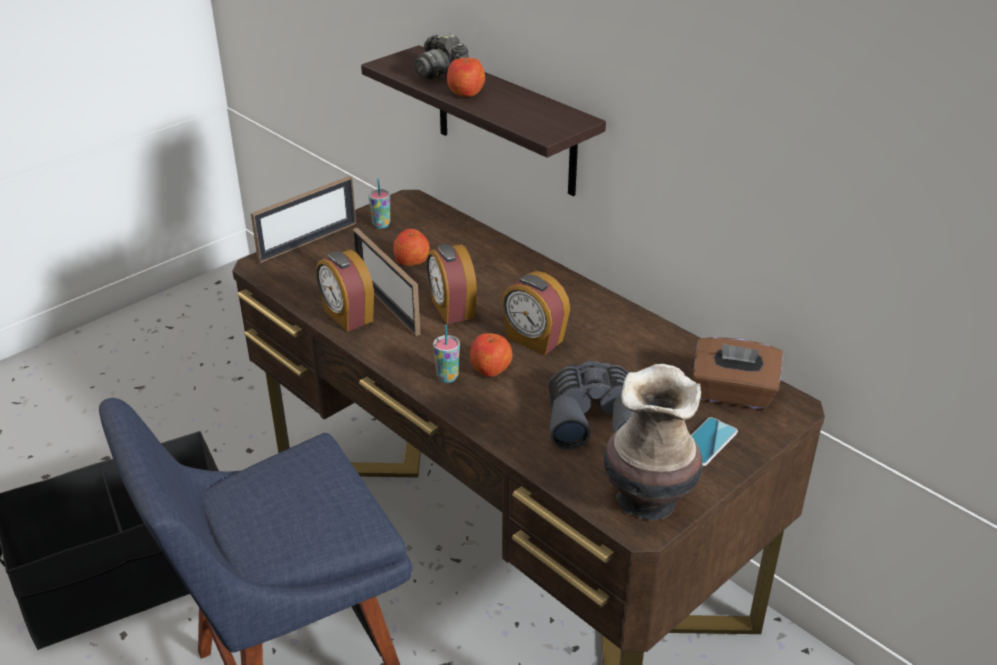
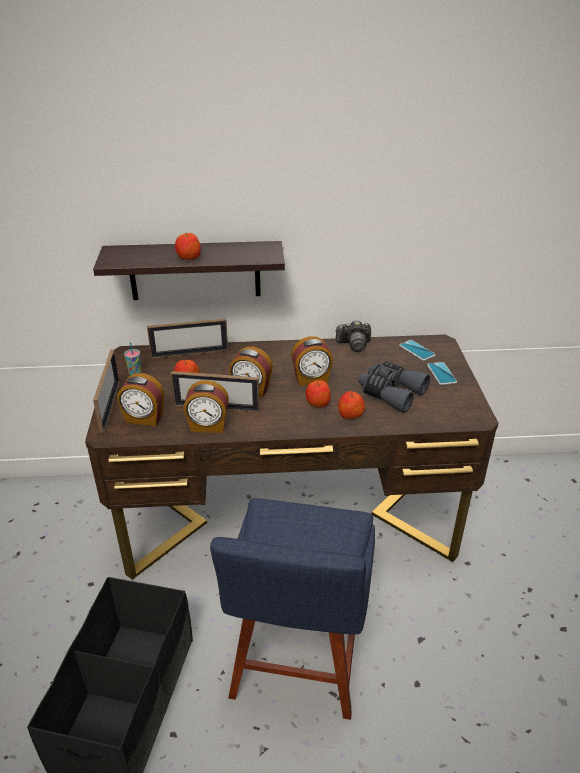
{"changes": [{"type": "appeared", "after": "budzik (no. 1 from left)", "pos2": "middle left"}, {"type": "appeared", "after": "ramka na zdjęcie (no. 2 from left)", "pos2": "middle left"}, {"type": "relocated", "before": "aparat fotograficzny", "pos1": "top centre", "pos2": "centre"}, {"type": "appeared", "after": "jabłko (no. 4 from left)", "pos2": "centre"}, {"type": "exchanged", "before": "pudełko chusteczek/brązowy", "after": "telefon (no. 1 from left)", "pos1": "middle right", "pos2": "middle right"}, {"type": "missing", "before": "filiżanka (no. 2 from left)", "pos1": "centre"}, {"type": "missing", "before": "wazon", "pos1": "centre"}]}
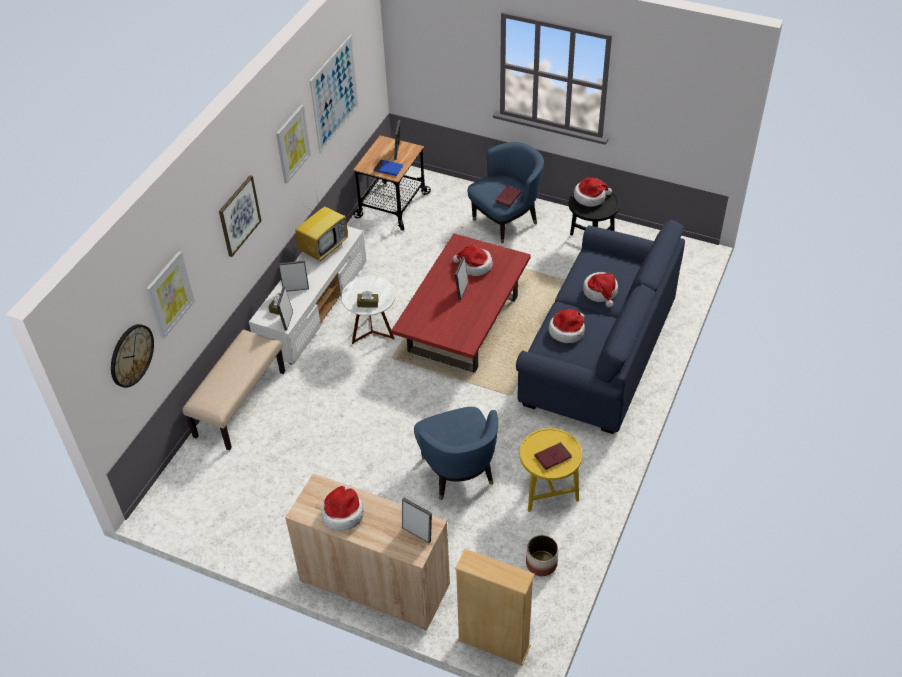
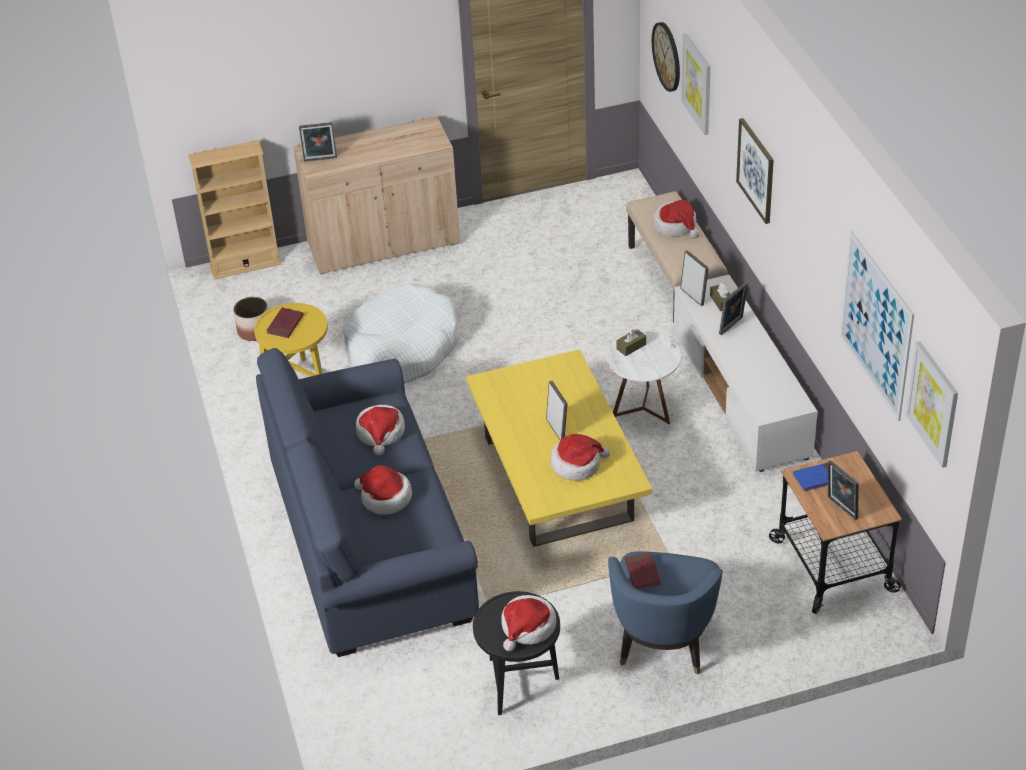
{"changes": [{"type": "exchanged", "before": "fotel/niebieski (no. 1 from left)", "after": "legowisko/biały", "pos1": "bottom centre", "pos2": "centre"}, {"type": "colour", "before": "ława/czerwony", "after": "ława/żółty", "pos1": "centre", "pos2": "centre"}, {"type": "relocated", "before": "kapelusz (no. 1 from left in the first image)", "after": "kapelusz (no. 5 from left)", "pos1": "bottom centre", "pos2": "top centre"}, {"type": "relocated", "before": "obraz (no. 3 from left in the first image)", "after": "obraz (no. 4 from left)", "pos1": "top left", "pos2": "middle right"}, {"type": "missing", "before": "telewizor", "pos1": "centre"}]}
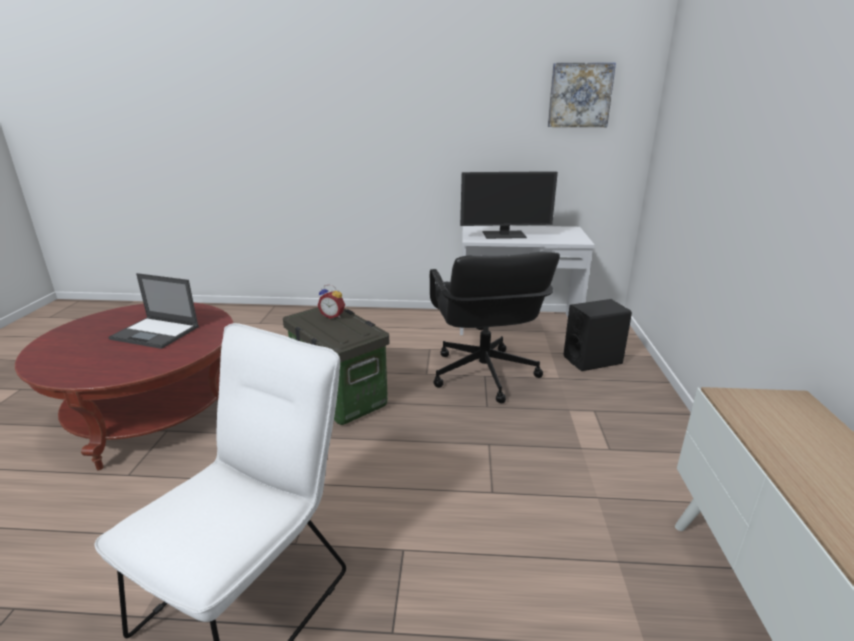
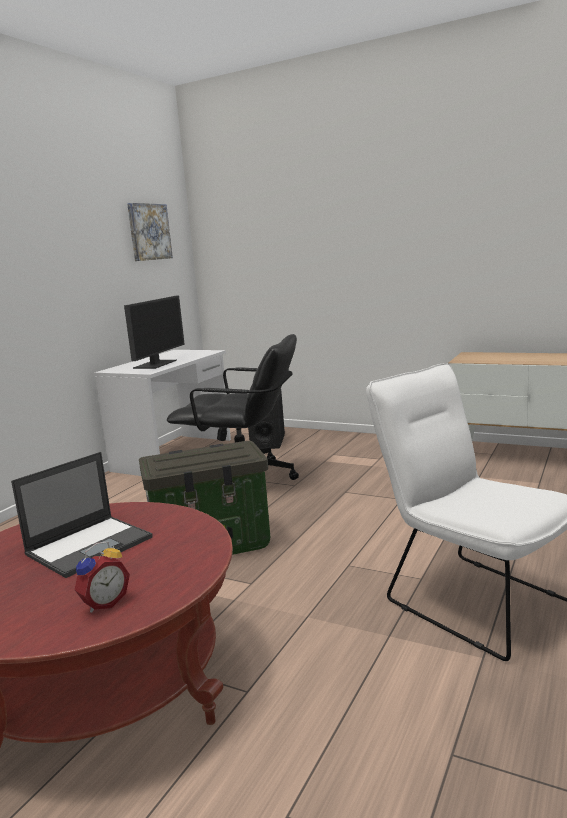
{"changes": [{"type": "relocated", "before": "budzik", "pos1": "centre", "pos2": "bottom left"}]}
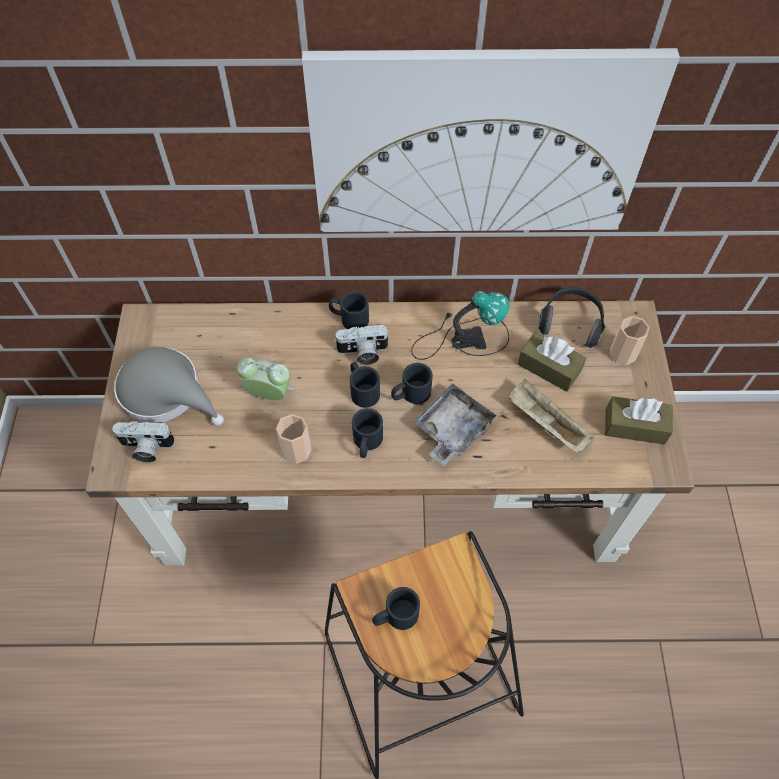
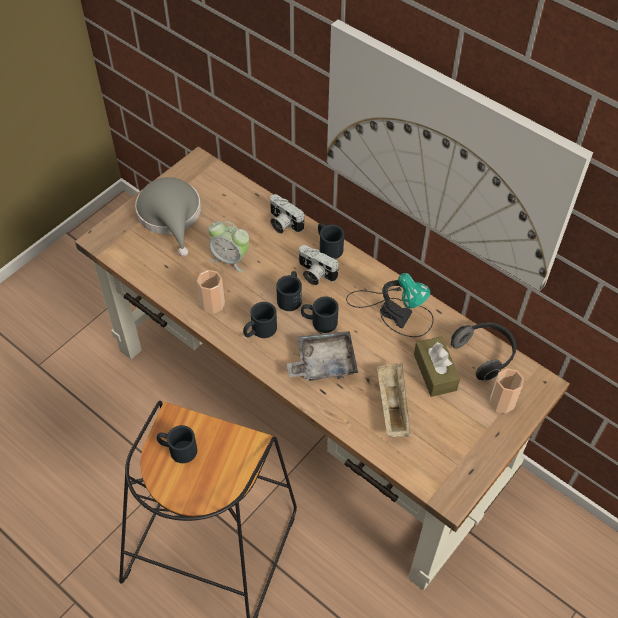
{"changes": [{"type": "spun", "before": "budzik", "pos1": "centre", "pos2": "centre", "turn": 150}, {"type": "relocated", "before": "aparat fotograficzny (no. 1 from left)", "pos1": "middle left", "pos2": "centre"}, {"type": "missing", "before": "pudełko chusteczek/brązowy (no. 2 from left)", "pos1": "middle right"}]}
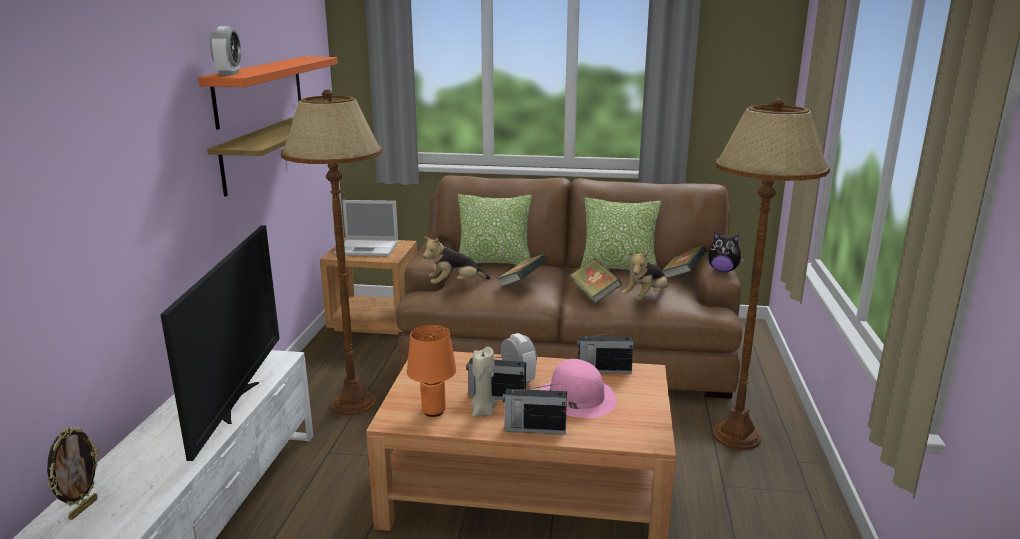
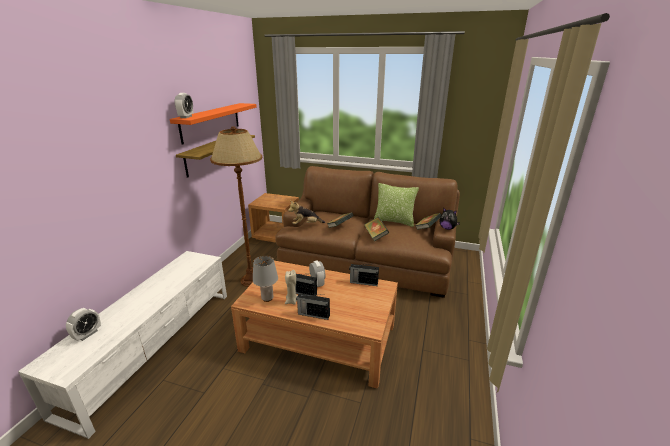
{"changes": [{"type": "exchanged", "before": "ramka na zdjęcie", "after": "budzik (no. 1 from left)", "pos1": "bottom left", "pos2": "bottom left"}, {"type": "colour", "before": "lampa stołowa/pomarańczowy", "after": "lampa stołowa/szary", "pos1": "bottom centre", "pos2": "centre"}, {"type": "missing", "before": "telewizor", "pos1": "middle left"}, {"type": "missing", "before": "laptop", "pos1": "centre"}, {"type": "missing", "before": "poduszka (no. 1 from left)", "pos1": "centre"}, {"type": "missing", "before": "kapelusz/różowy", "pos1": "bottom centre"}, {"type": "missing", "before": "pluszak (no. 2 from left)", "pos1": "centre"}, {"type": "missing", "before": "lampa stojąca/brązowy (no. 2 from left)", "pos1": "middle right"}]}
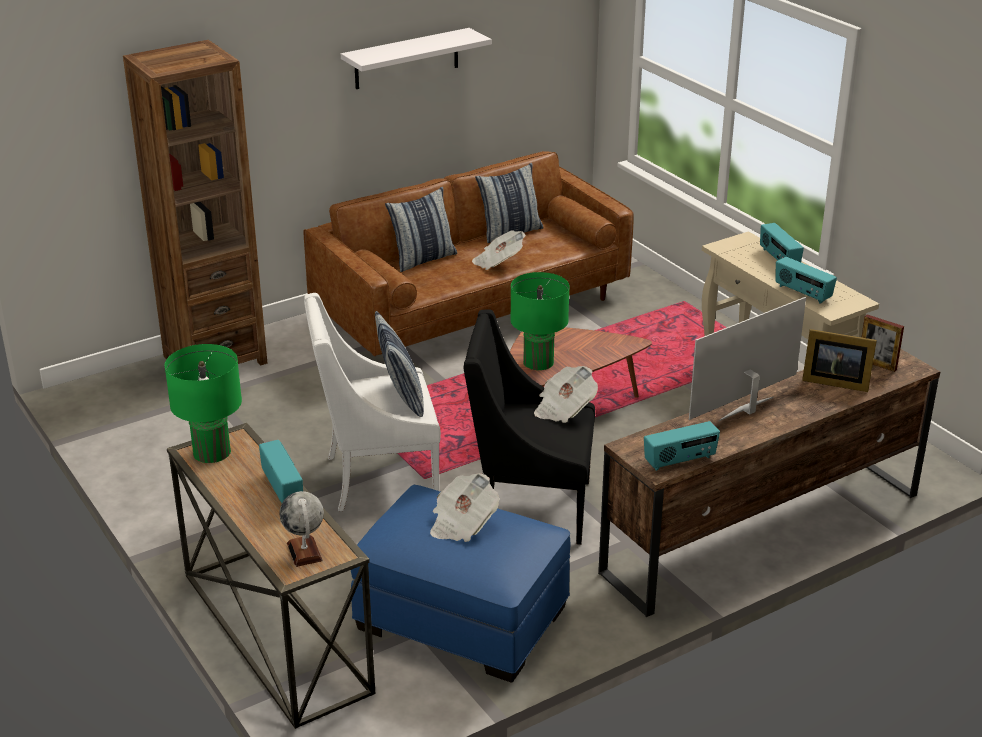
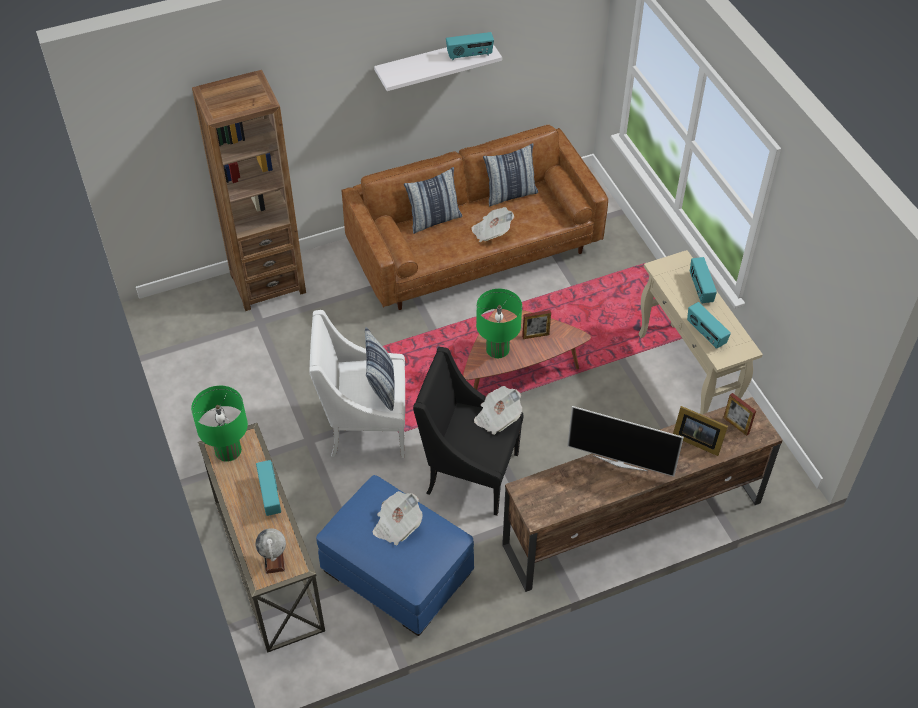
{"changes": [{"type": "relocated", "before": "radio (no. 2 from left)", "pos1": "middle right", "pos2": "top centre"}, {"type": "appeared", "after": "ramka na zdjęcie (no. 1 from left)", "pos2": "centre"}, {"type": "spun", "before": "telewizor", "pos1": "middle right", "pos2": "middle right", "turn": -135}]}
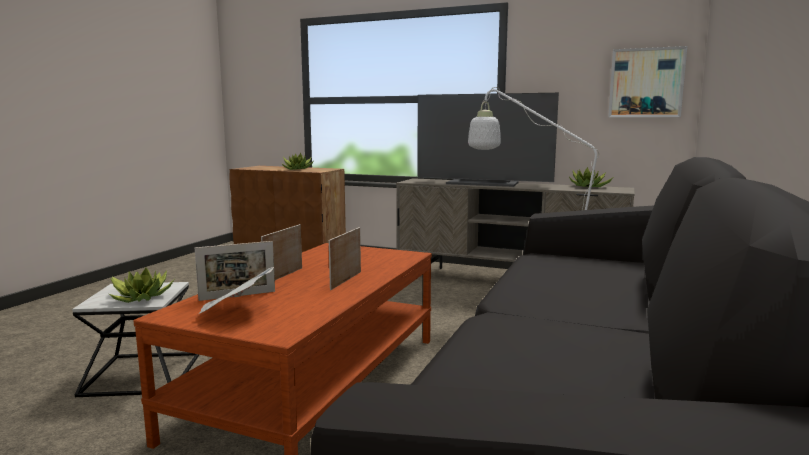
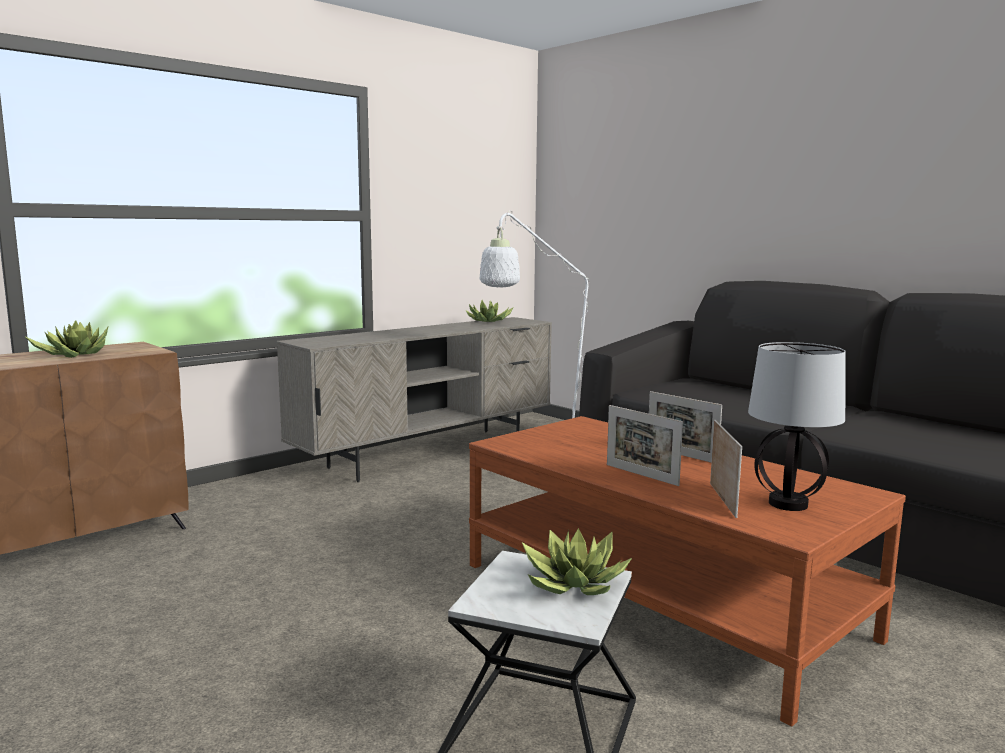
{"changes": [{"type": "exchanged", "before": "gazeta", "after": "lampa stołowa", "pos1": "middle left", "pos2": "middle right"}, {"type": "missing", "before": "telewizor", "pos1": "top centre"}, {"type": "missing", "before": "obraz", "pos1": "top right"}]}
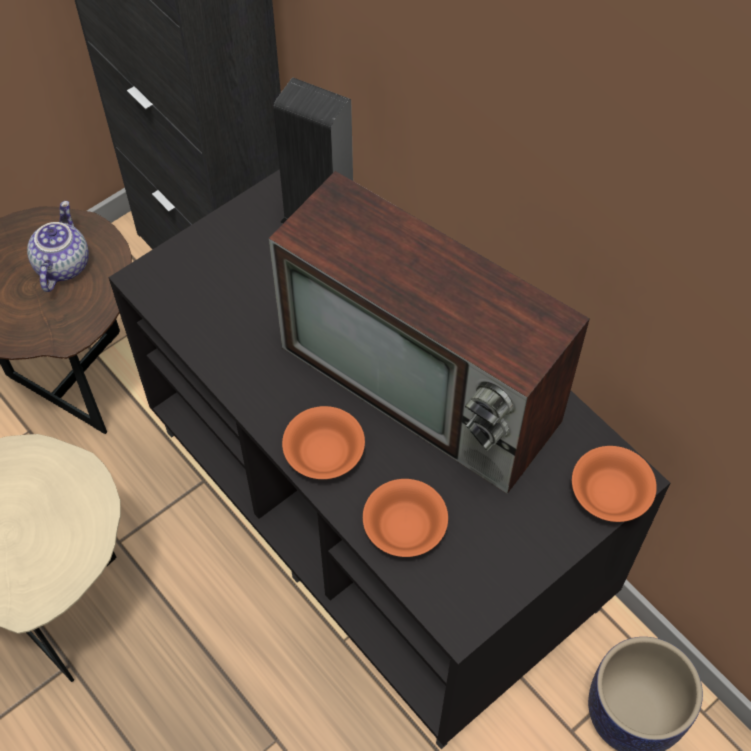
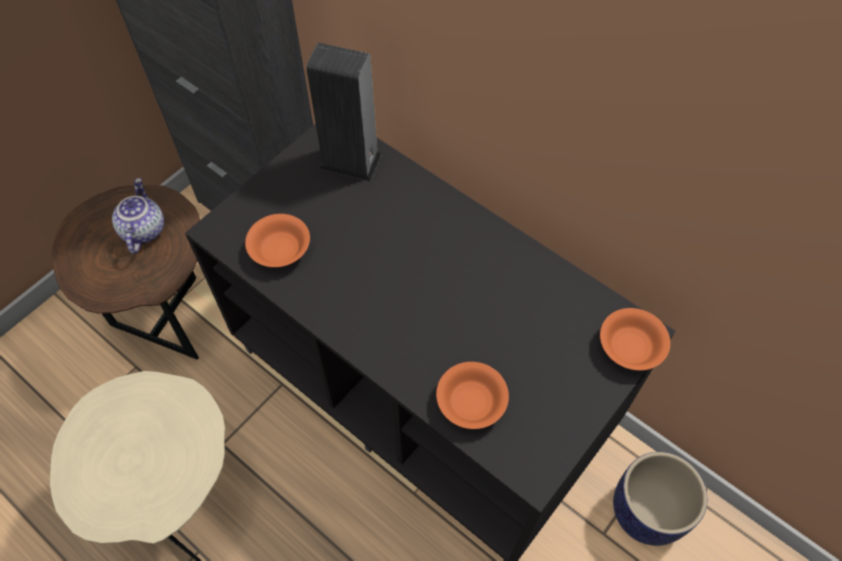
{"changes": [{"type": "relocated", "before": "miska/pomarańczowy (no. 1 from left)", "pos1": "centre", "pos2": "middle left"}, {"type": "missing", "before": "telewizor", "pos1": "centre"}]}
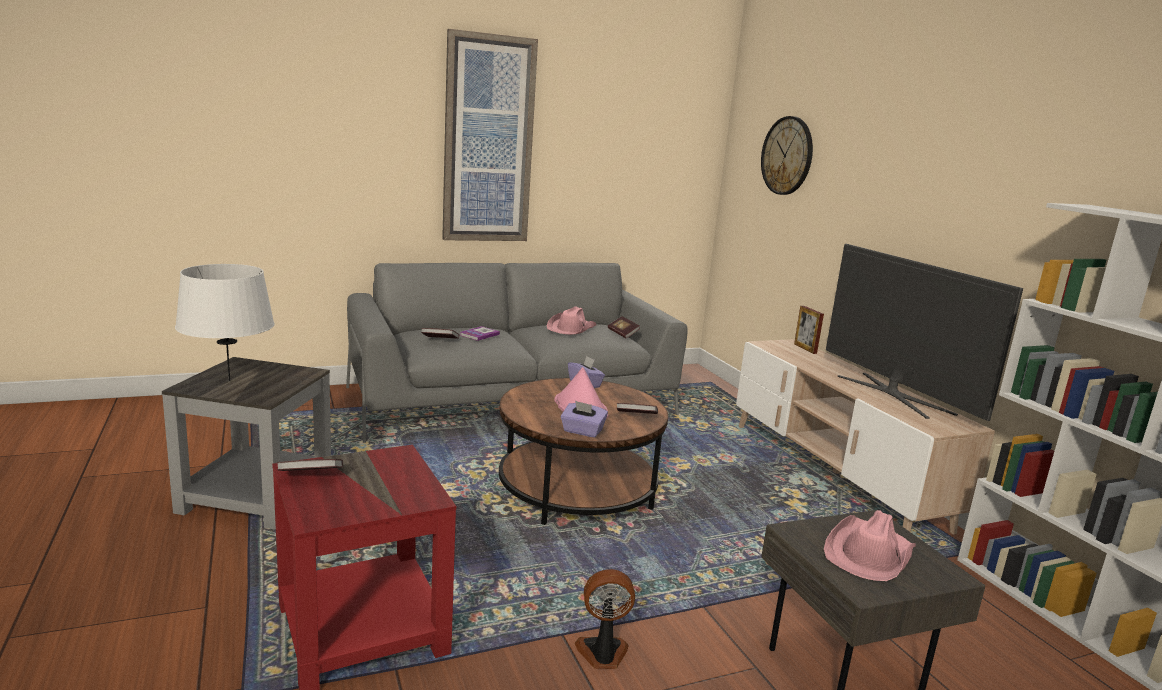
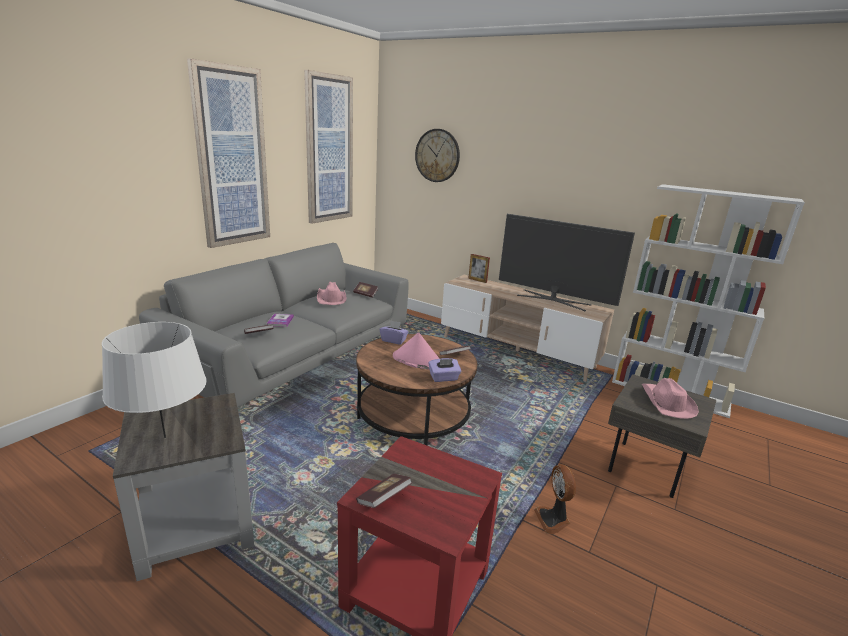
{"changes": [{"type": "appeared", "after": "obraz (no. 2 from left)", "pos2": "top centre"}, {"type": "spun", "before": "wentylator", "pos1": "bottom centre", "pos2": "bottom centre", "turn": -60}]}
